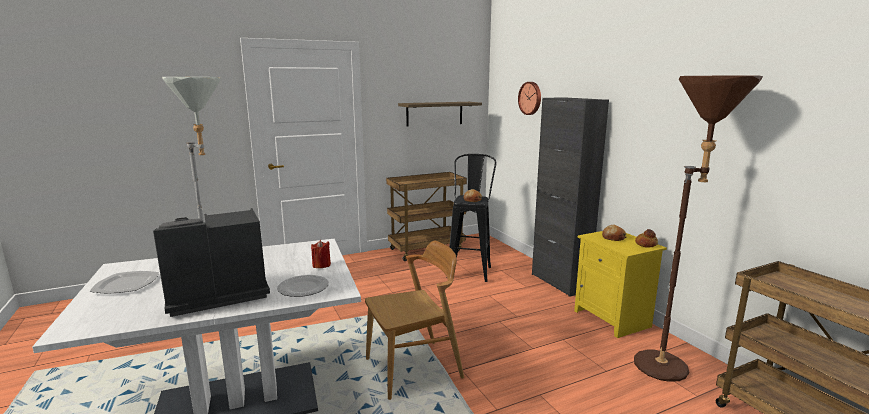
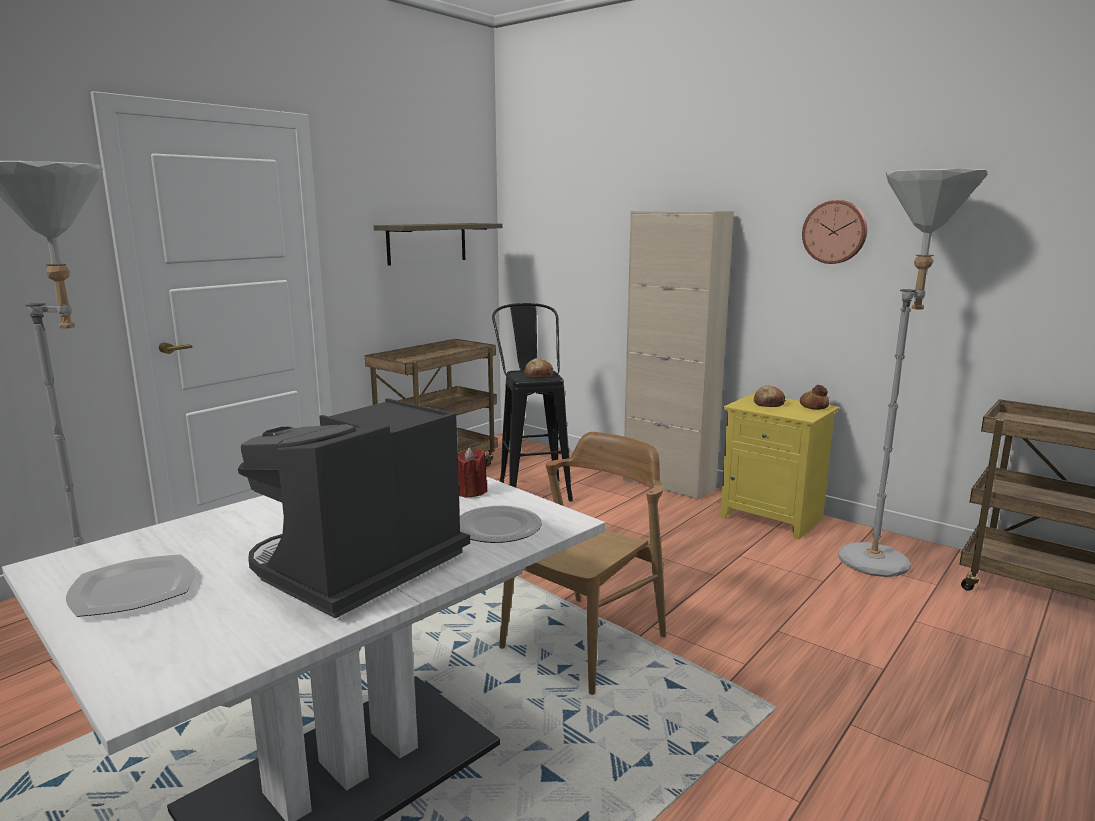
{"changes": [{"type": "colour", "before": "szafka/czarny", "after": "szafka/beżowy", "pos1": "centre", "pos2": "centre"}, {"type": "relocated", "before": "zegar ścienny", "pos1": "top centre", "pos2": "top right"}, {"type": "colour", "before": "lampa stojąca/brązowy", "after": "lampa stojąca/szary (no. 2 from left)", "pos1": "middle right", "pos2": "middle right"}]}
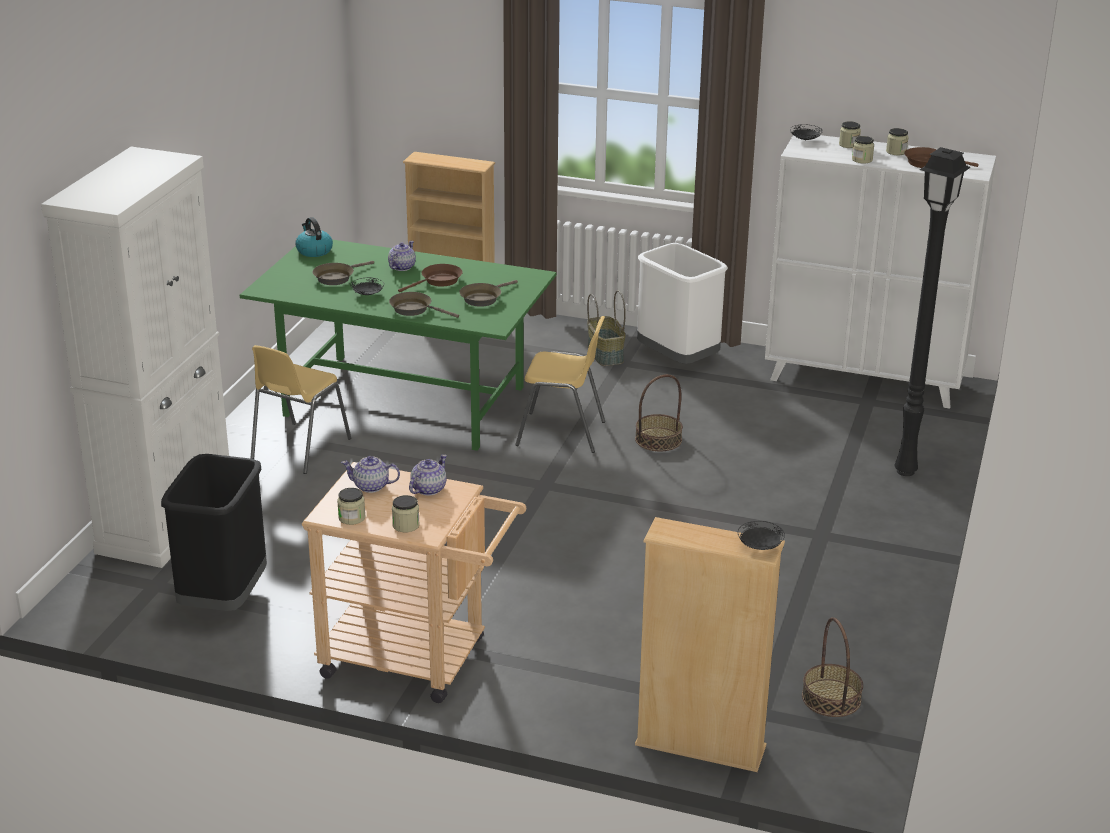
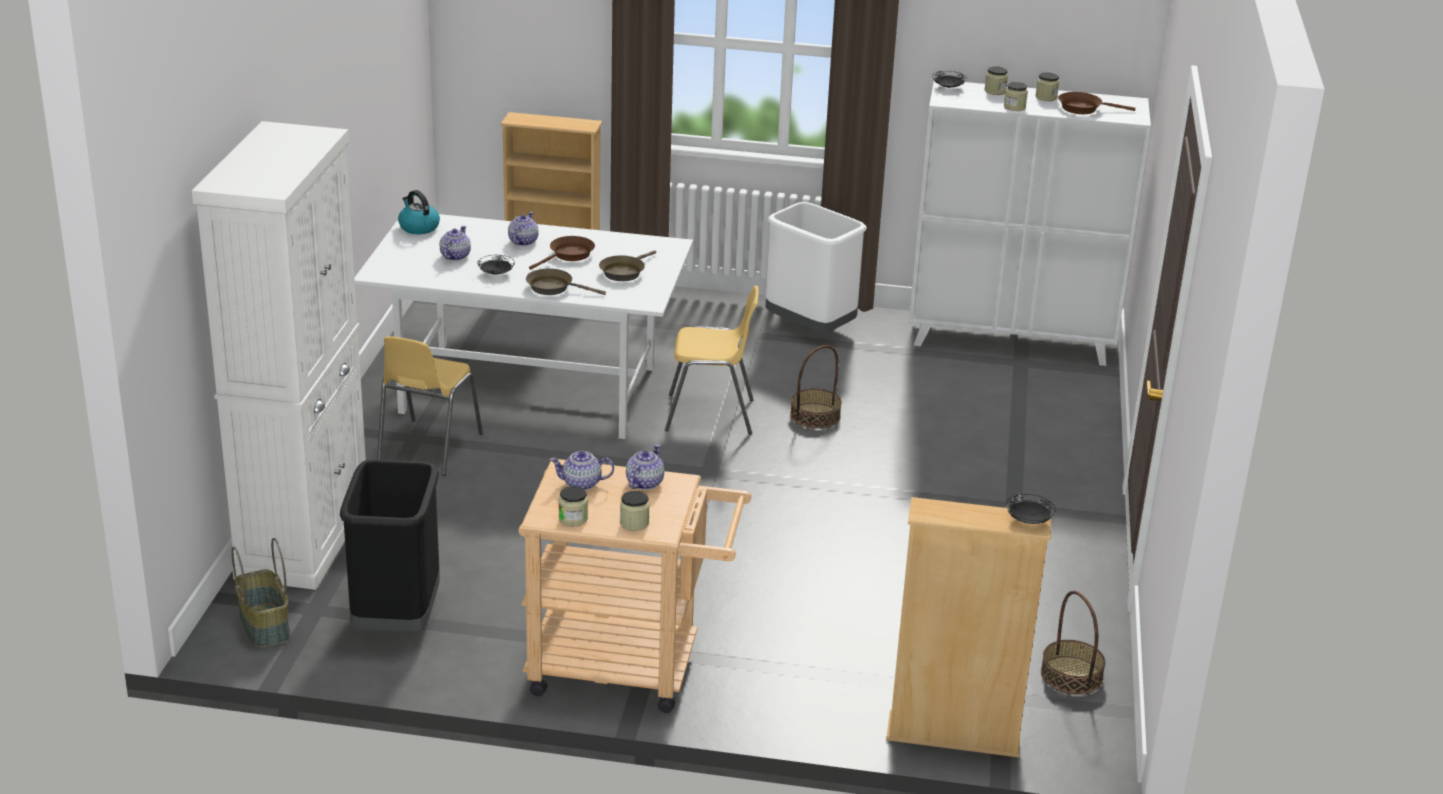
{"changes": [{"type": "relocated", "before": "koszyk (no. 1 from left)", "pos1": "centre", "pos2": "bottom left"}, {"type": "colour", "before": "stół jadalny/zielony", "after": "stół jadalny/biały", "pos1": "centre", "pos2": "centre"}, {"type": "exchanged", "before": "patelnia/brązowy (no. 1 from left)", "after": "imbryk (no. 1 from left)", "pos1": "top left", "pos2": "top left"}, {"type": "missing", "before": "lampa stojąca/czarny", "pos1": "middle right"}]}
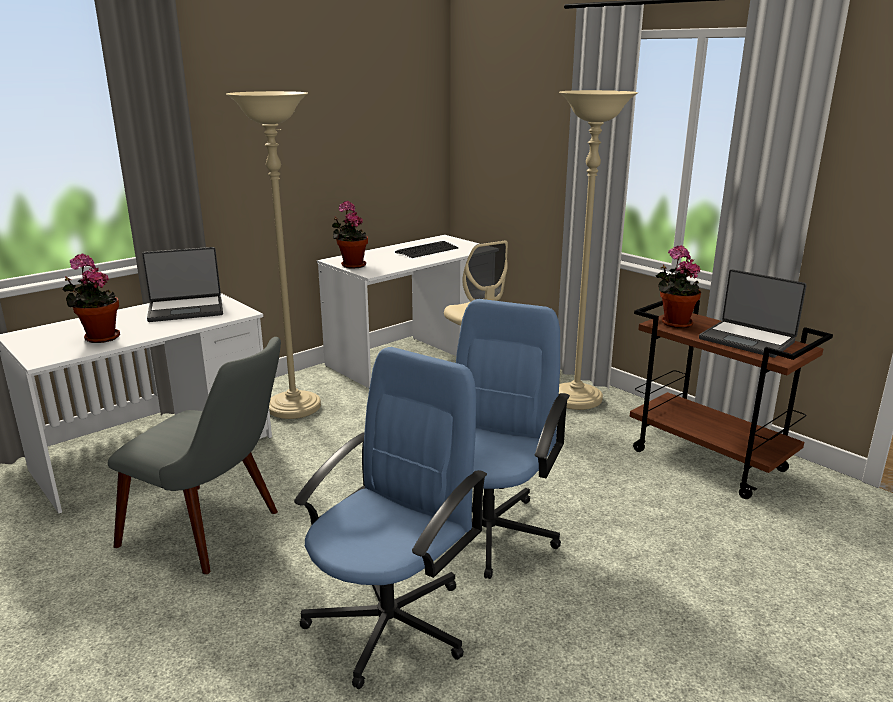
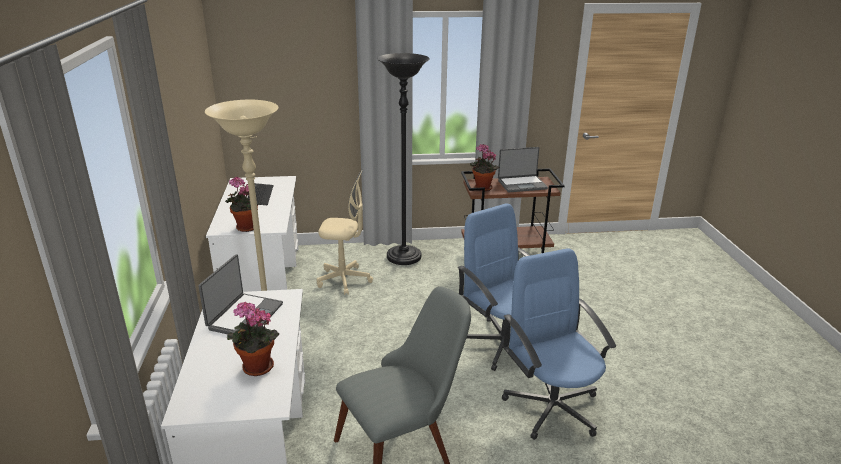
{"changes": [{"type": "colour", "before": "lampa stojąca/beżowy (no. 2 from left)", "after": "lampa stojąca/czarny", "pos1": "middle right", "pos2": "centre"}]}
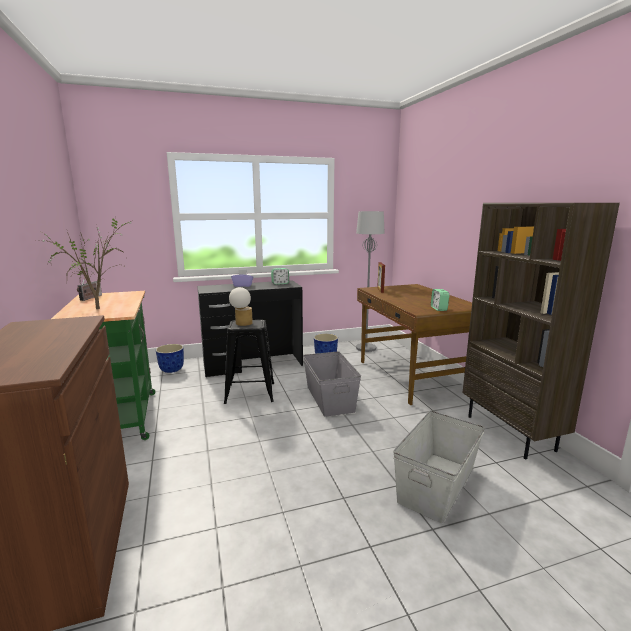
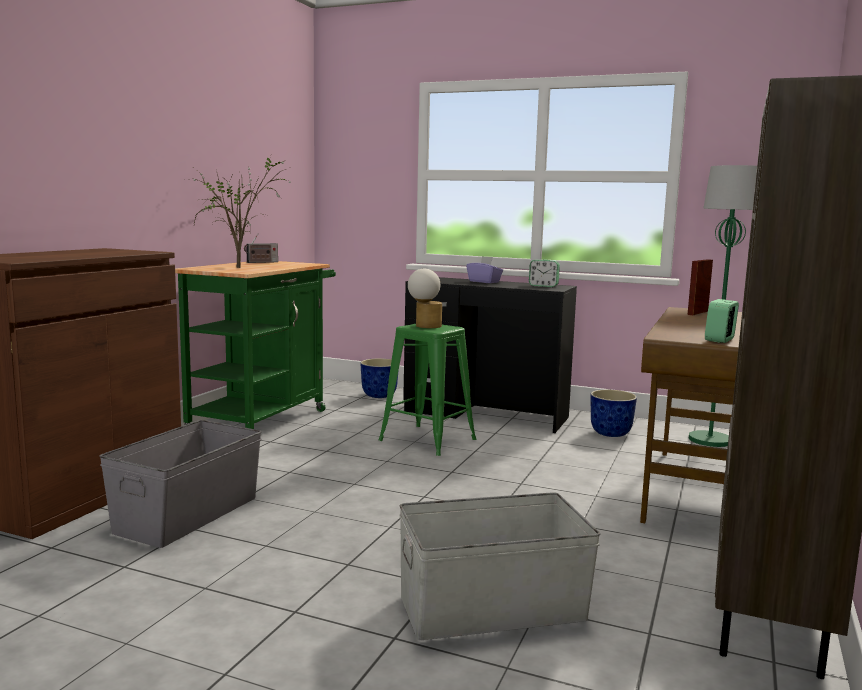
{"changes": [{"type": "relocated", "before": "pojemnik do przechowywania/szary (no. 1 from left)", "pos1": "centre", "pos2": "bottom left"}, {"type": "colour", "before": "stołek/czarny", "after": "stołek/zielony", "pos1": "centre", "pos2": "centre"}, {"type": "colour", "before": "lampa stojąca/szary", "after": "lampa stojąca/zielony", "pos1": "centre", "pos2": "middle right"}]}
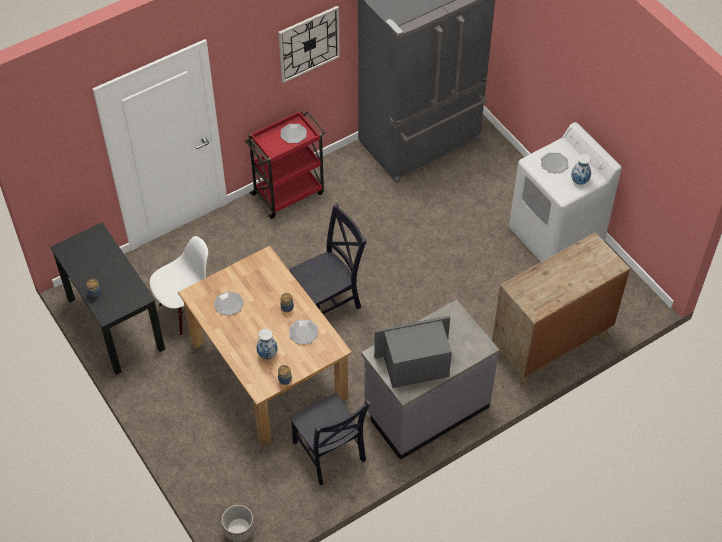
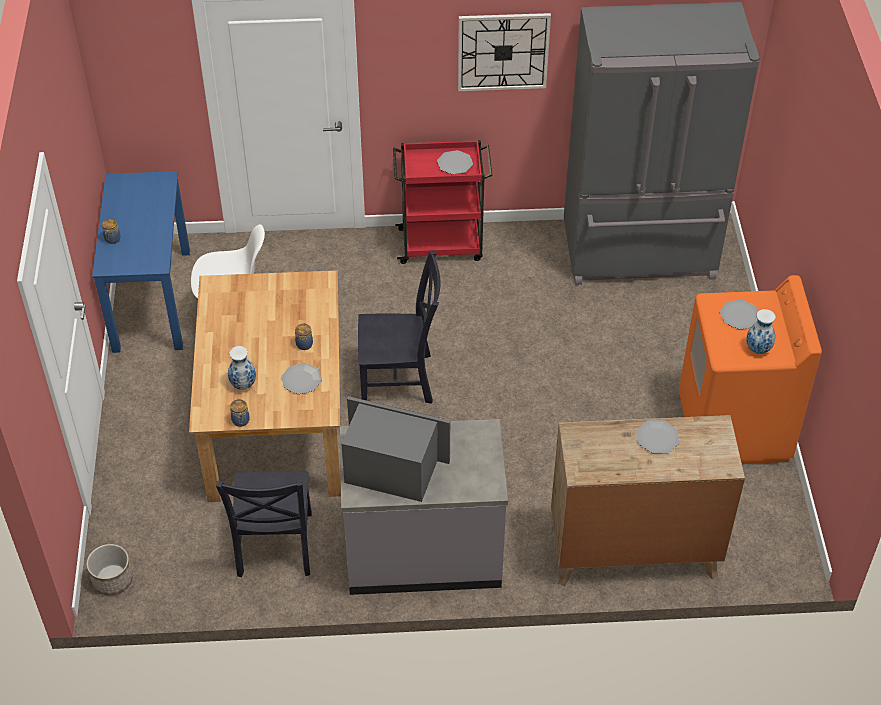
{"changes": [{"type": "colour", "before": "biurko/czarny", "after": "biurko/niebieski", "pos1": "middle left", "pos2": "middle left"}, {"type": "relocated", "before": "talerz (no. 1 from left in the first image)", "after": "talerz (no. 3 from left)", "pos1": "middle left", "pos2": "middle right"}, {"type": "colour", "before": "pralka/biały", "after": "pralka/pomarańczowy", "pos1": "middle right", "pos2": "middle right"}]}
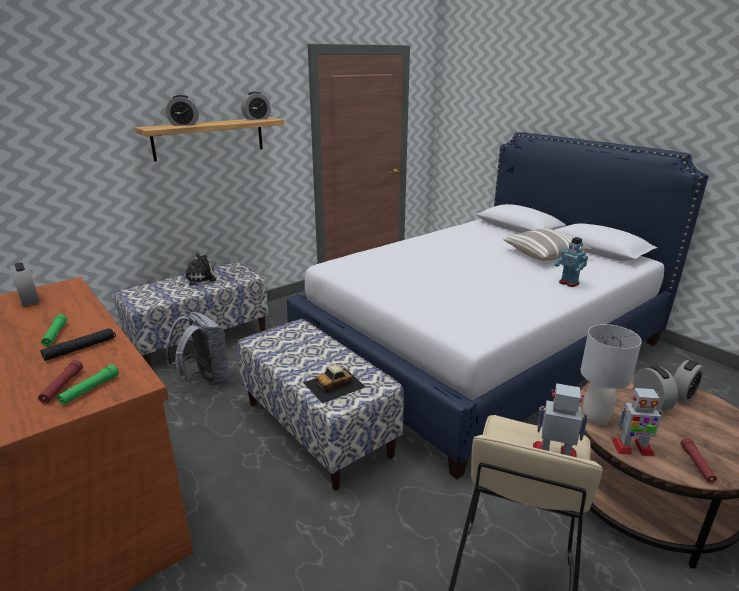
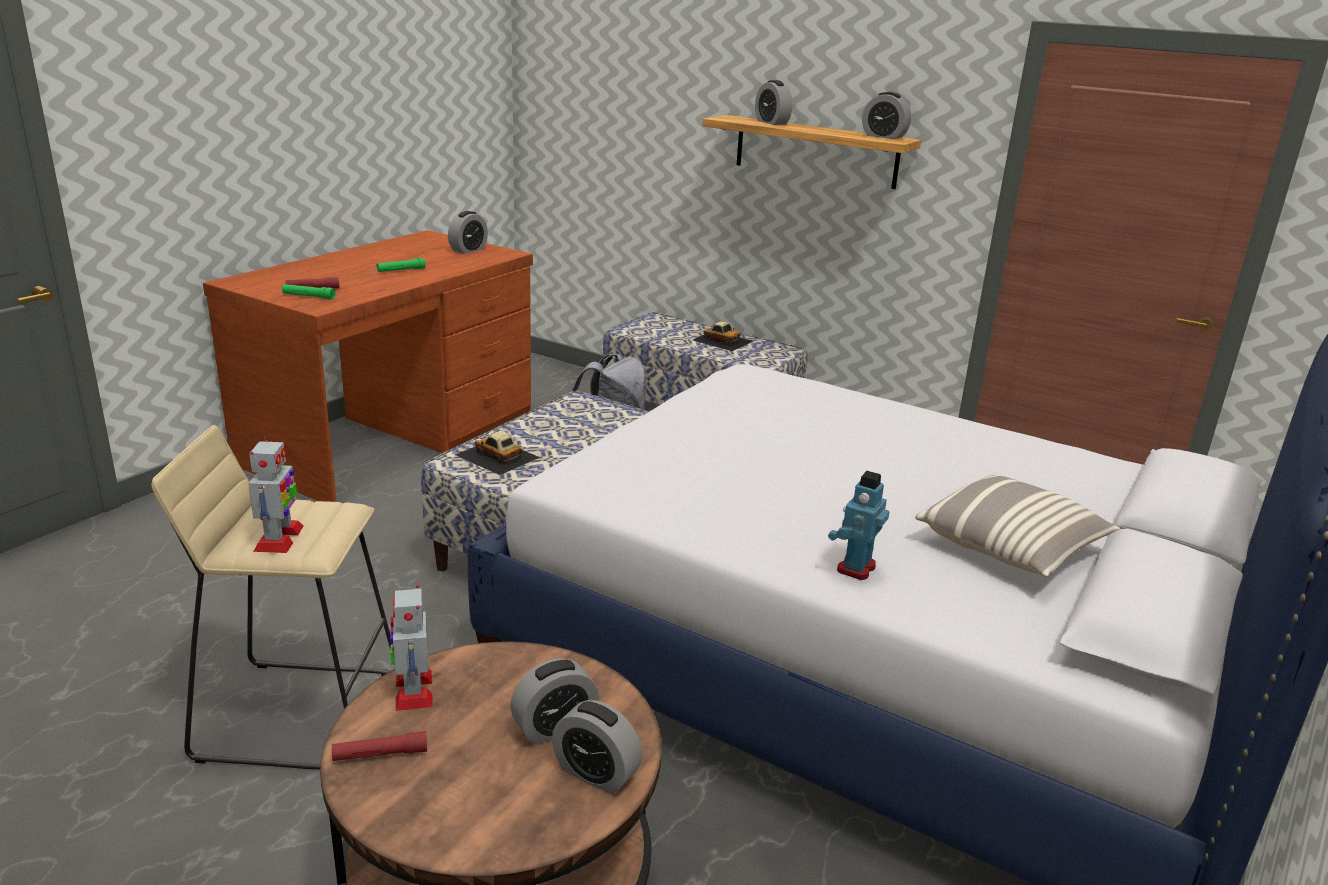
{"changes": [{"type": "exchanged", "before": "pluszak", "after": "samochodzik (no. 2 from left)", "pos1": "middle left", "pos2": "centre"}, {"type": "missing", "before": "latarka/czarny", "pos1": "middle left"}, {"type": "missing", "before": "lampa stołowa/szary", "pos1": "middle right"}]}
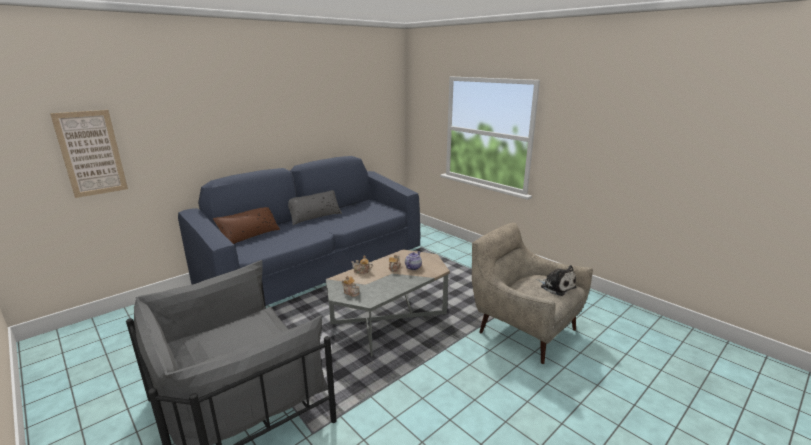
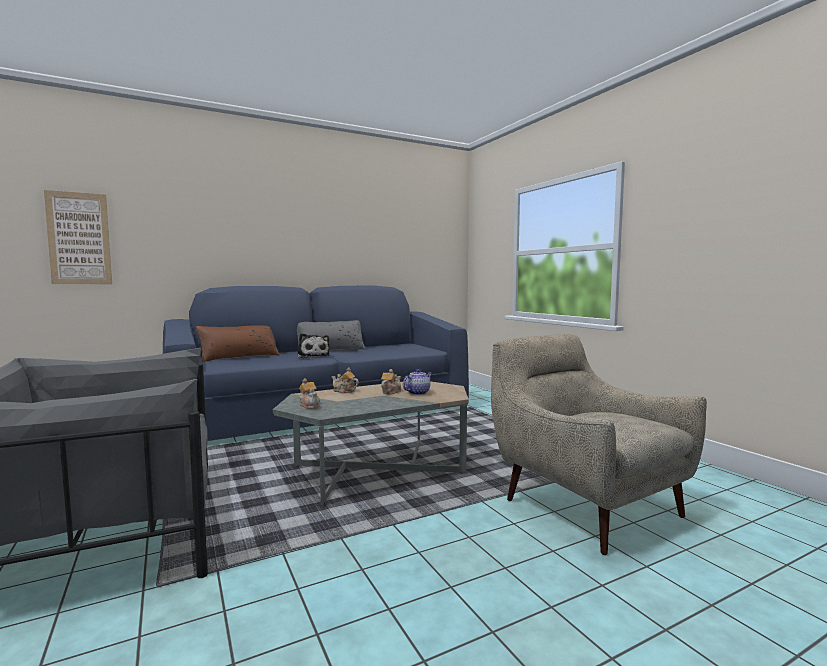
{"changes": [{"type": "relocated", "before": "pluszak", "pos1": "middle right", "pos2": "centre"}]}
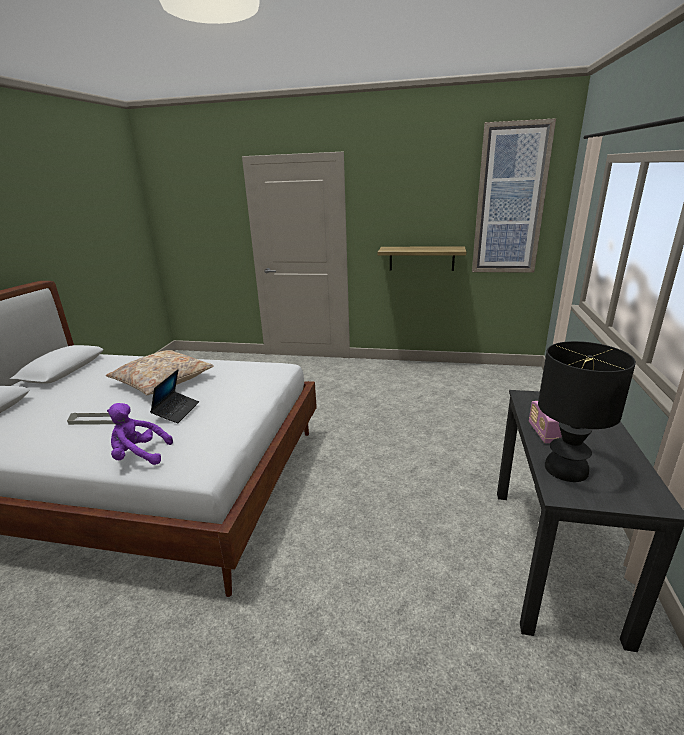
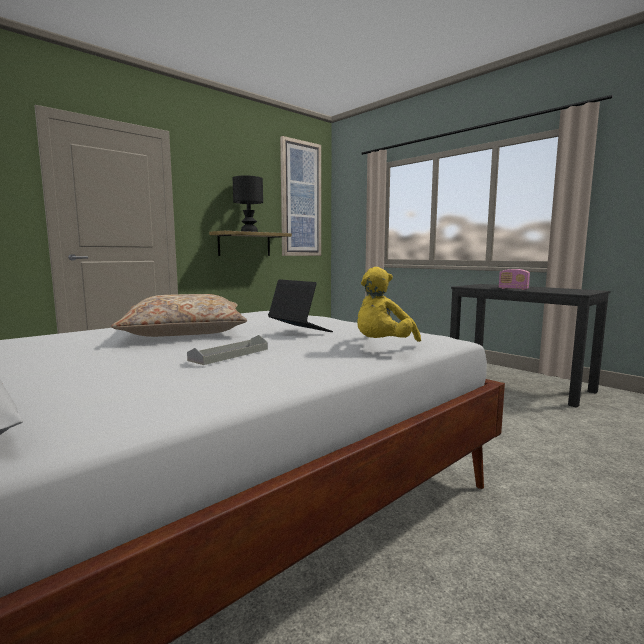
{"changes": [{"type": "relocated", "before": "lampa stołowa/czarny", "pos1": "middle right", "pos2": "top centre"}, {"type": "colour", "before": "pluszak/fioletowy", "after": "pluszak/żółty", "pos1": "middle left", "pos2": "centre"}]}
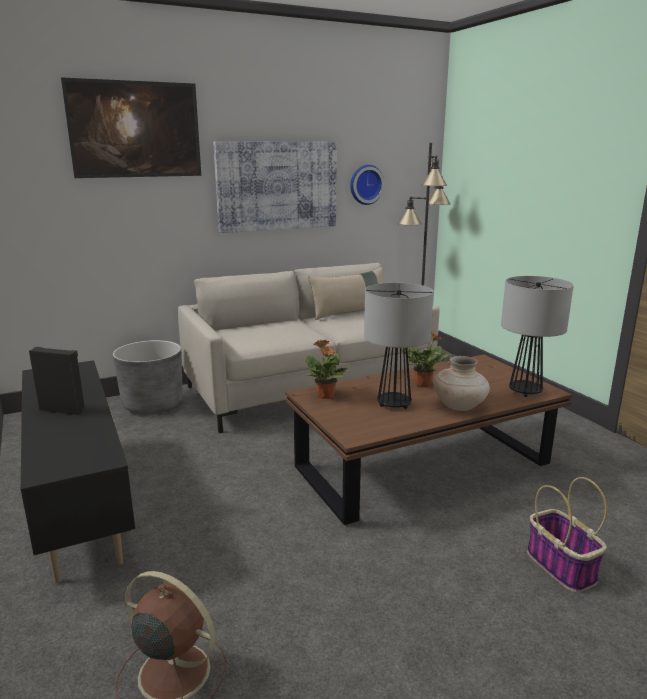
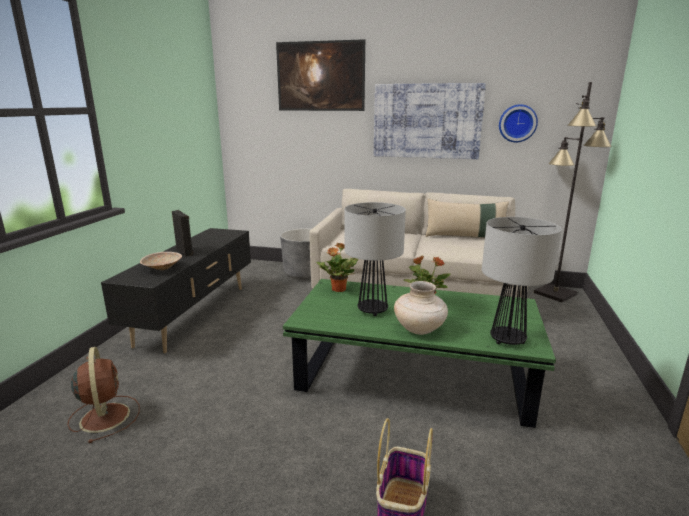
{"changes": [{"type": "appeared", "after": "miska/beżowy", "pos2": "middle left"}, {"type": "colour", "before": "ława/brązowy", "after": "ława/zielony", "pos1": "centre", "pos2": "bottom centre"}]}
